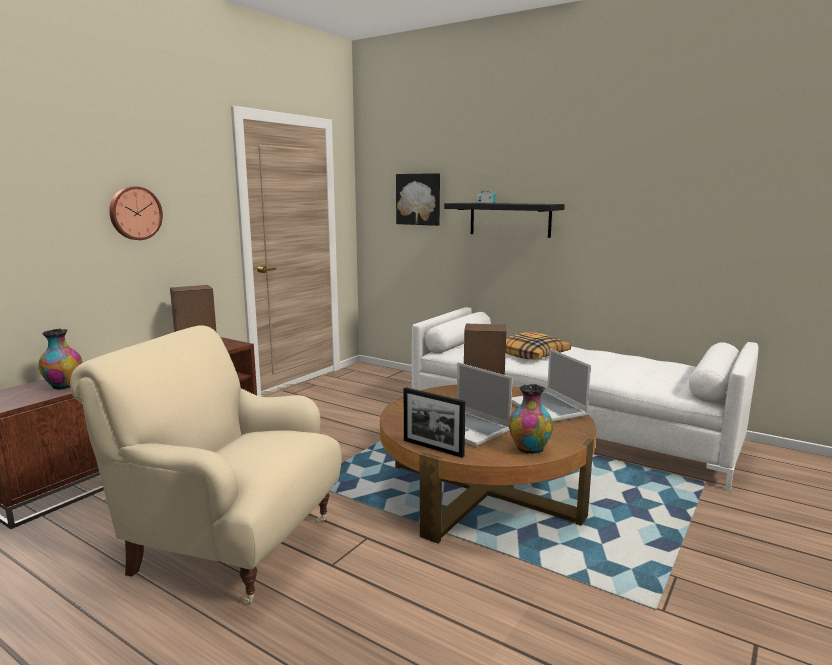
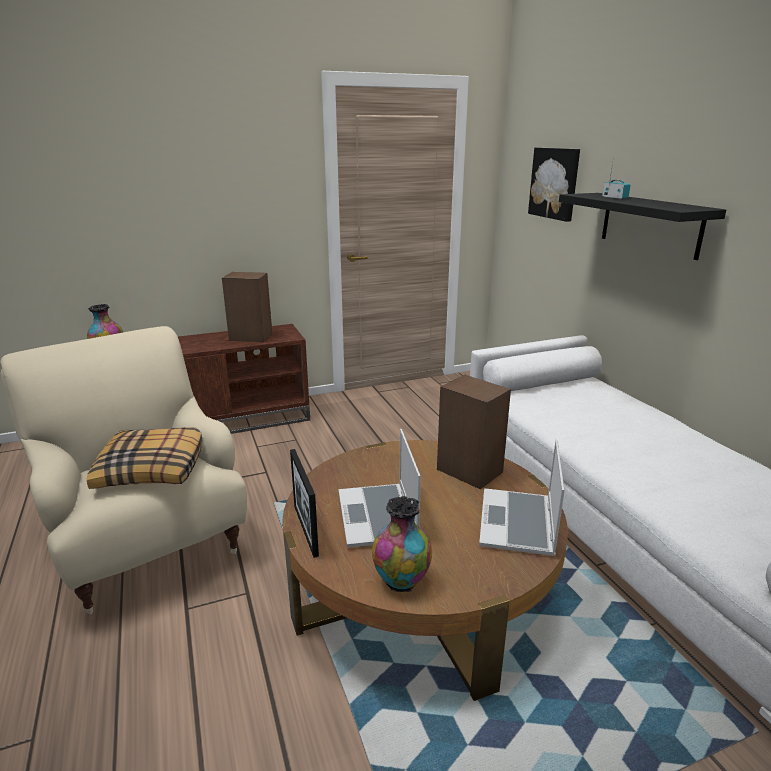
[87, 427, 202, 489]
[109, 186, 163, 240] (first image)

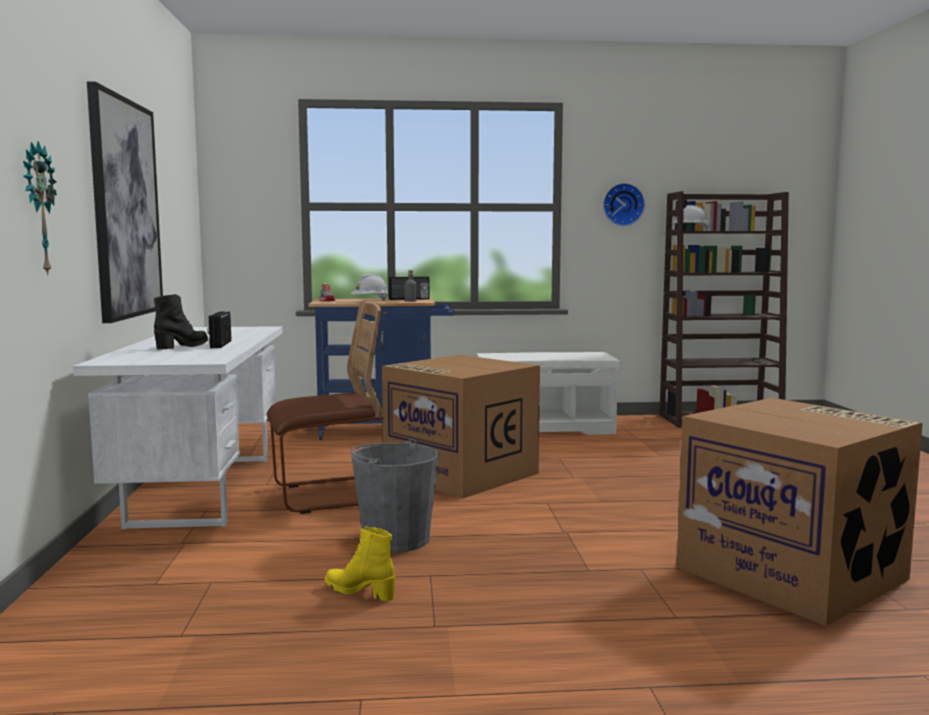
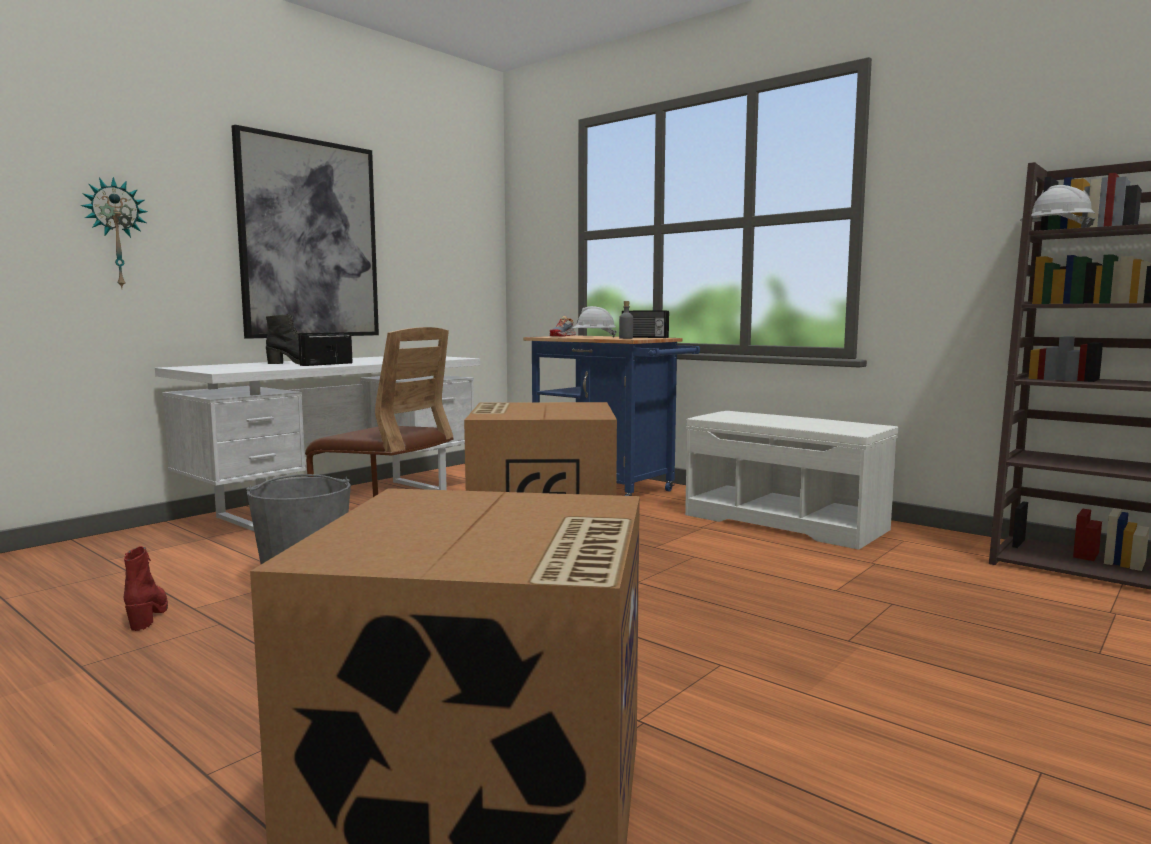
[124, 546, 168, 631]
[603, 183, 645, 226] (first image)

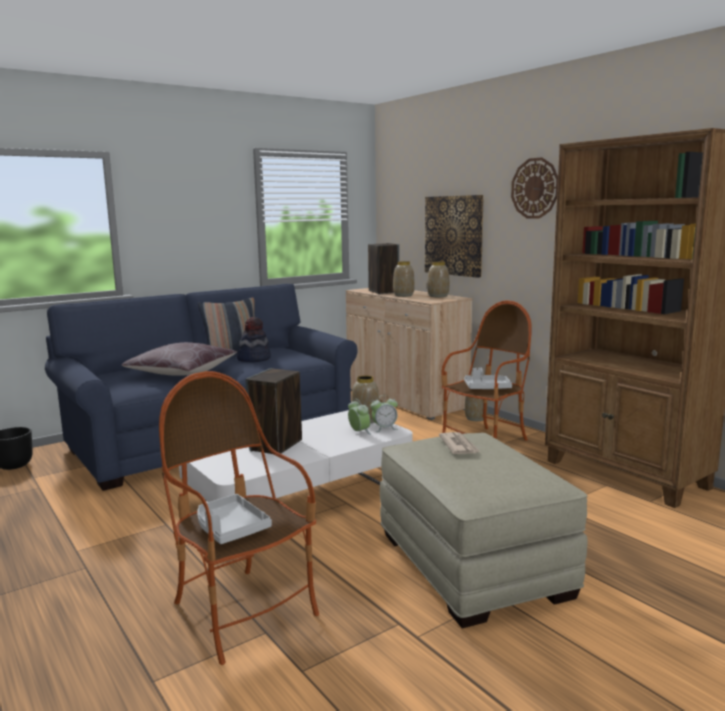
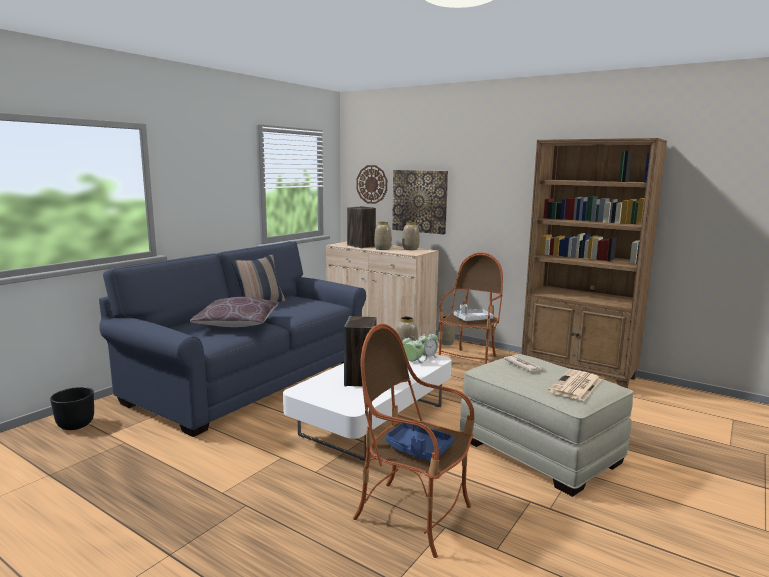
[356, 165, 387, 204]
[386, 423, 454, 461]
[548, 369, 601, 401]
[237, 317, 271, 362] (first image)

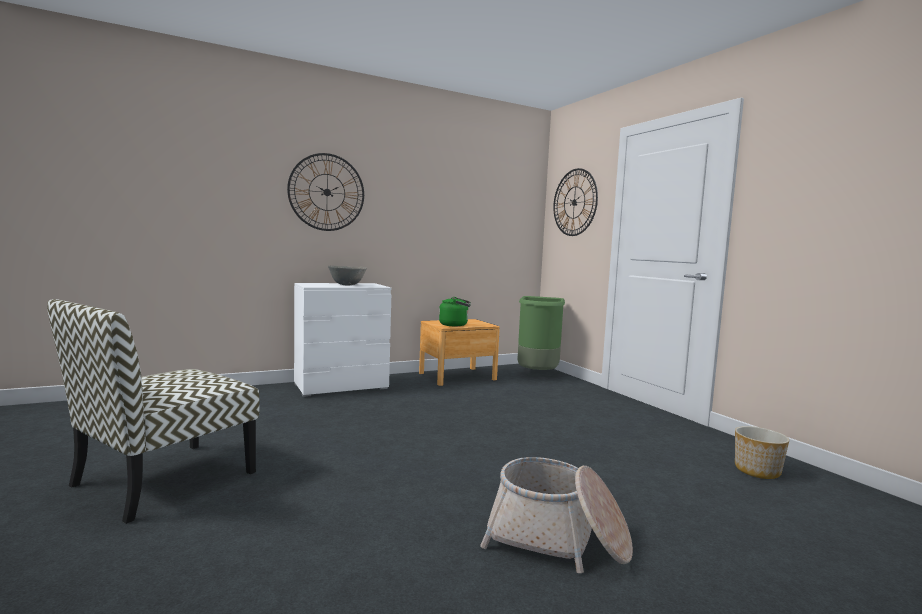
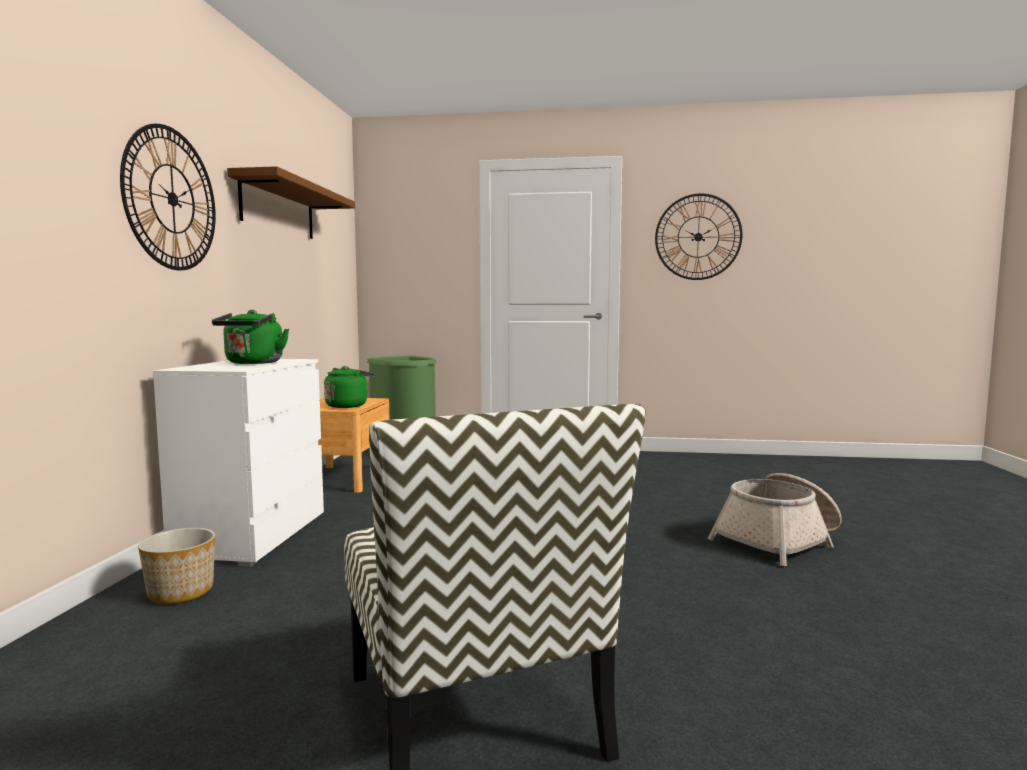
[138, 528, 215, 604]
[212, 310, 289, 364]
[227, 166, 355, 239]
[655, 193, 743, 280]

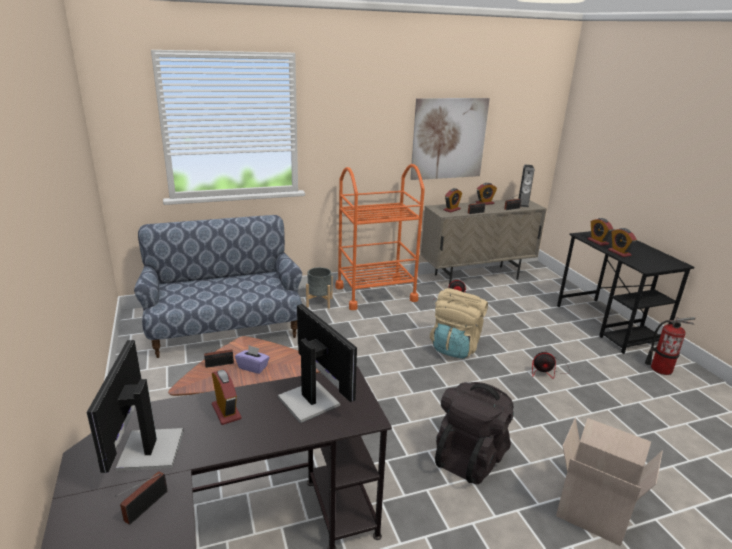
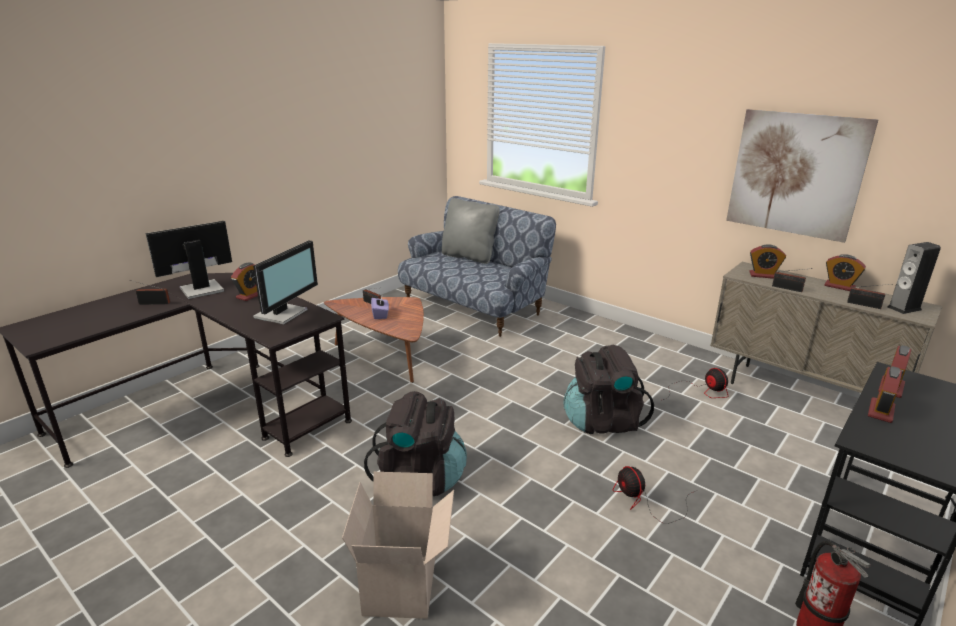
[442, 198, 499, 264]
[564, 345, 654, 434]
[306, 267, 333, 309] (first image)
[336, 164, 425, 310] (first image)

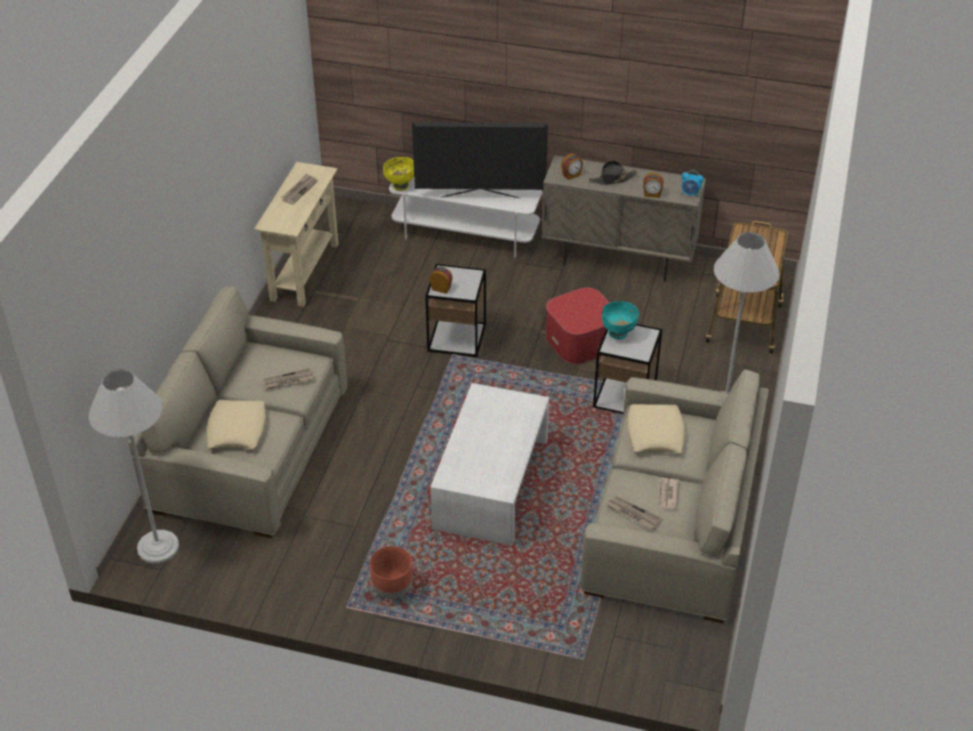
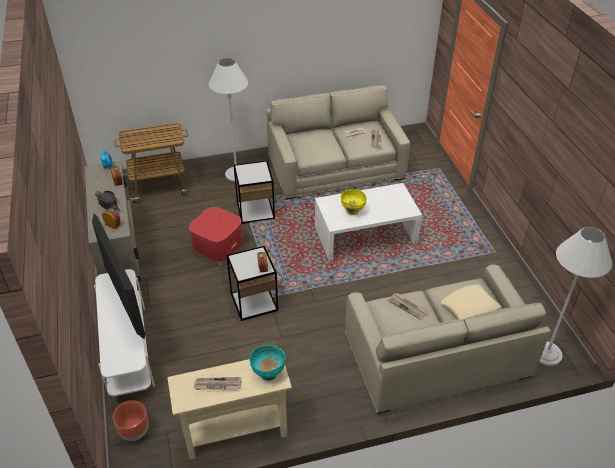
[112, 400, 149, 441]
[249, 345, 285, 381]
[341, 189, 367, 215]
[627, 404, 685, 453] (first image)

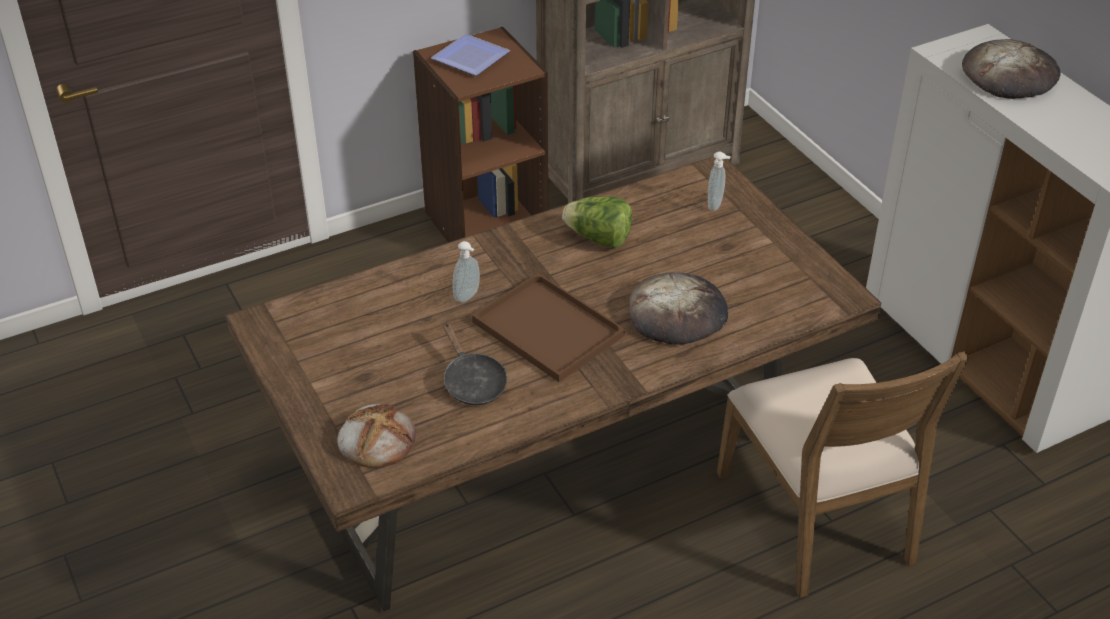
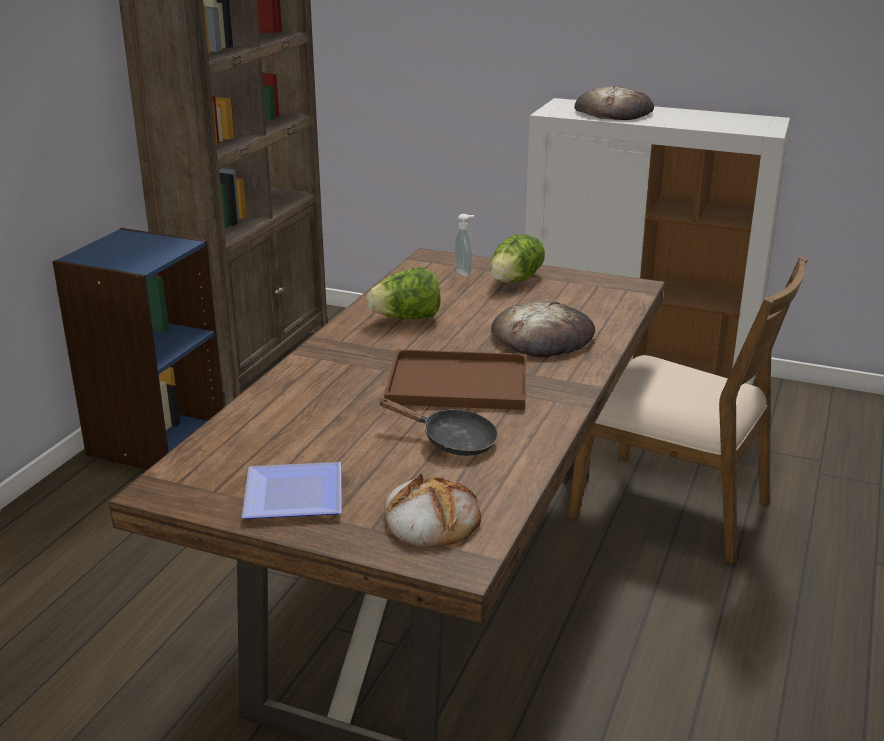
[52, 228, 224, 470]
[242, 462, 342, 519]
[491, 234, 545, 283]
[453, 241, 480, 303] (first image)

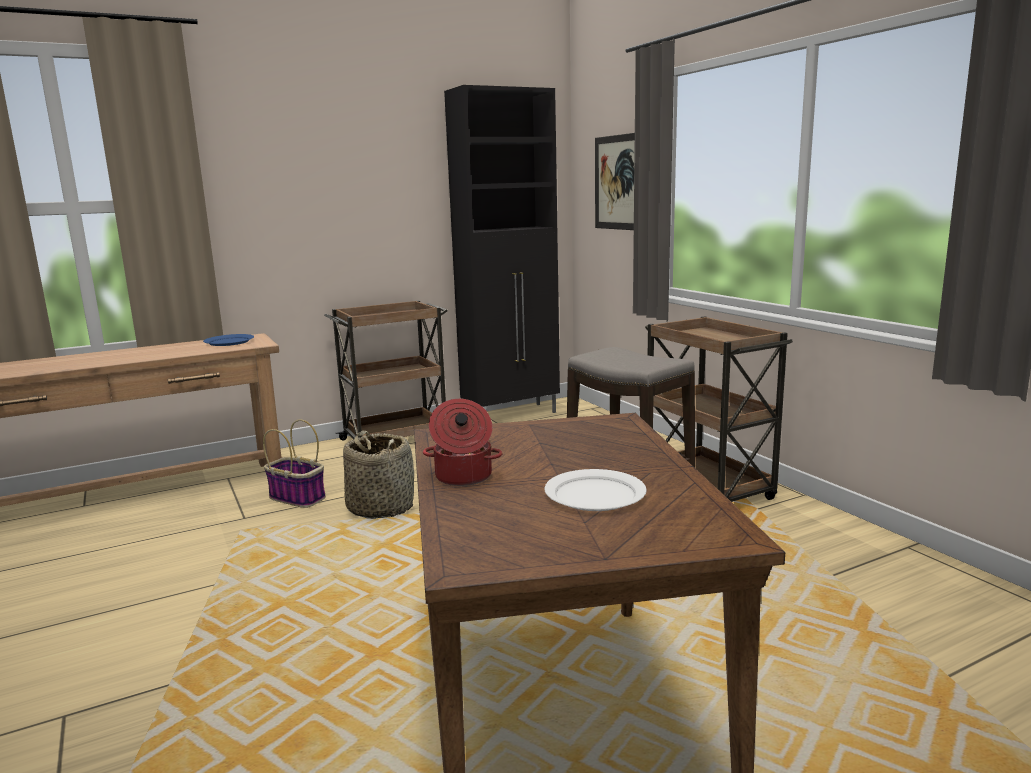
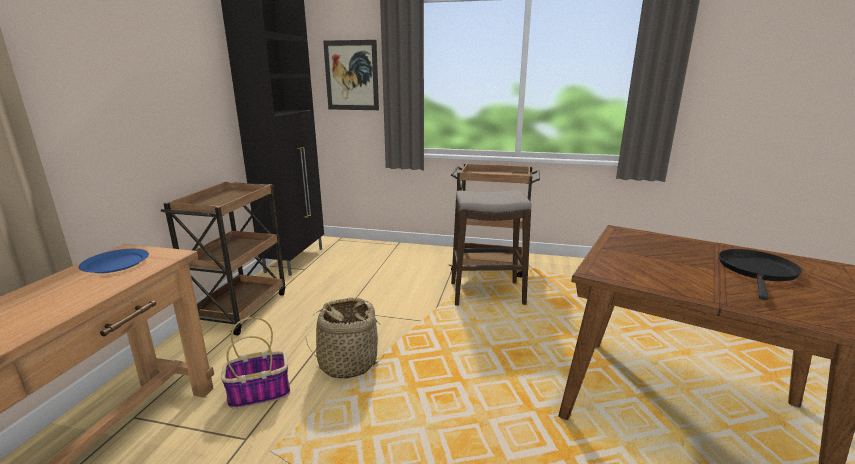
[719, 249, 802, 300]
[423, 399, 502, 486] (first image)

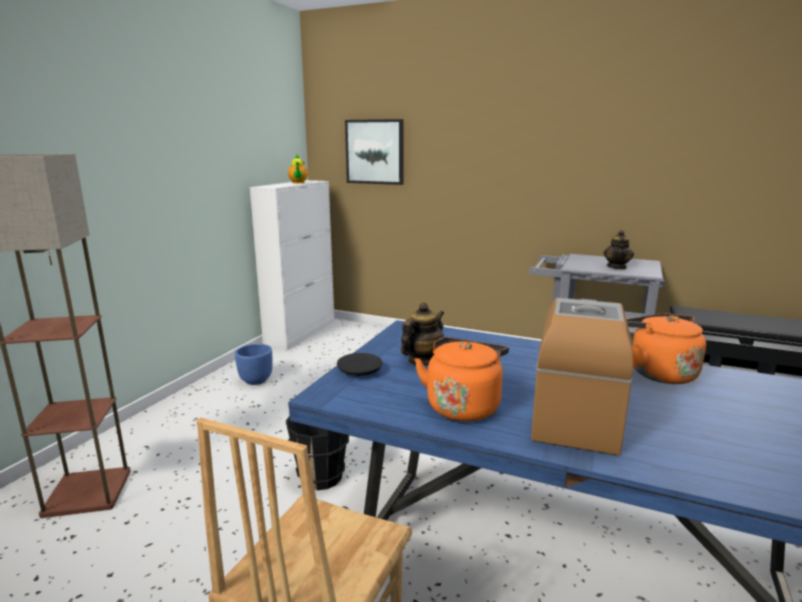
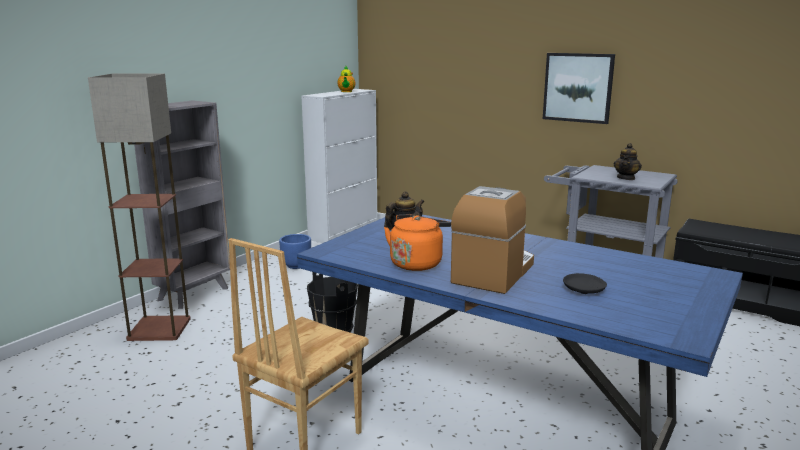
[134, 100, 230, 309]
[543, 53, 615, 124]
[563, 273, 607, 294]
[627, 313, 706, 384] (first image)

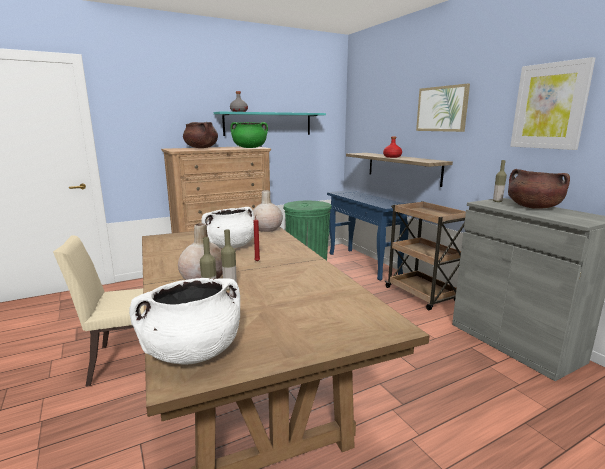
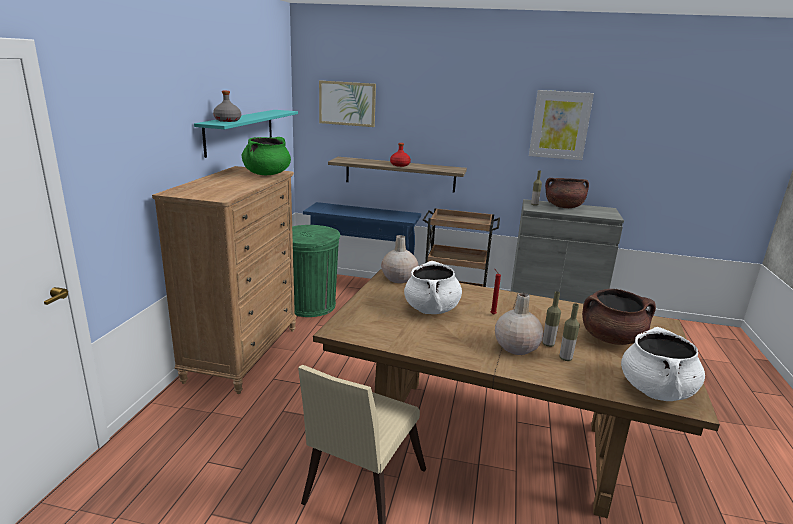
[319, 81, 376, 127]
[582, 289, 656, 345]

